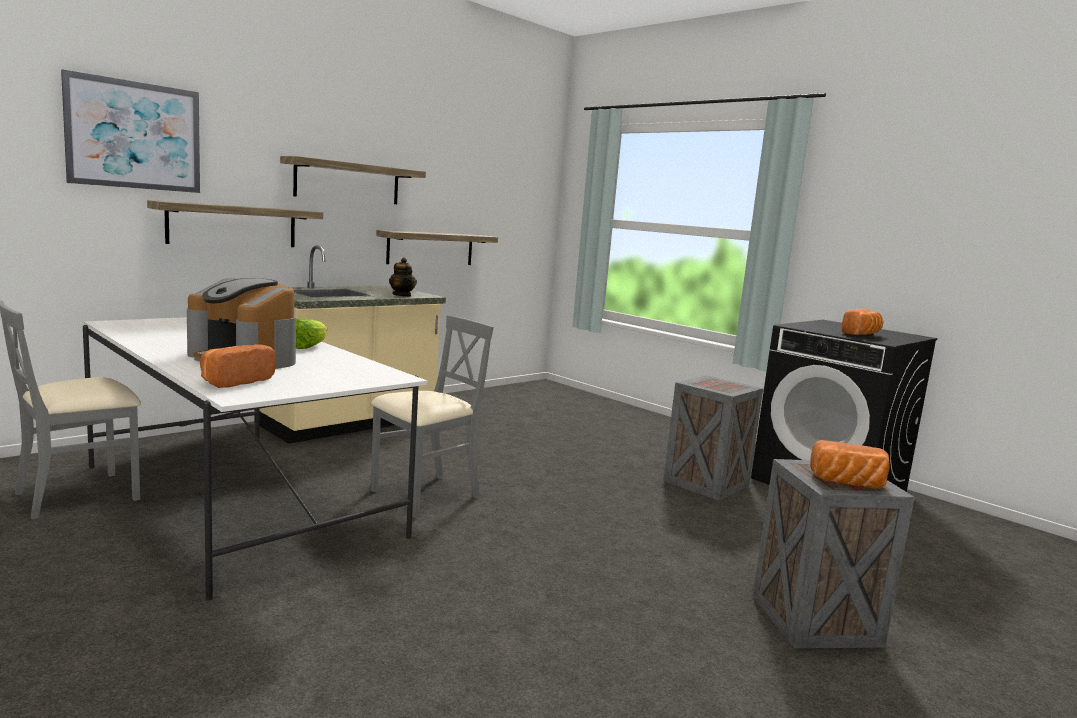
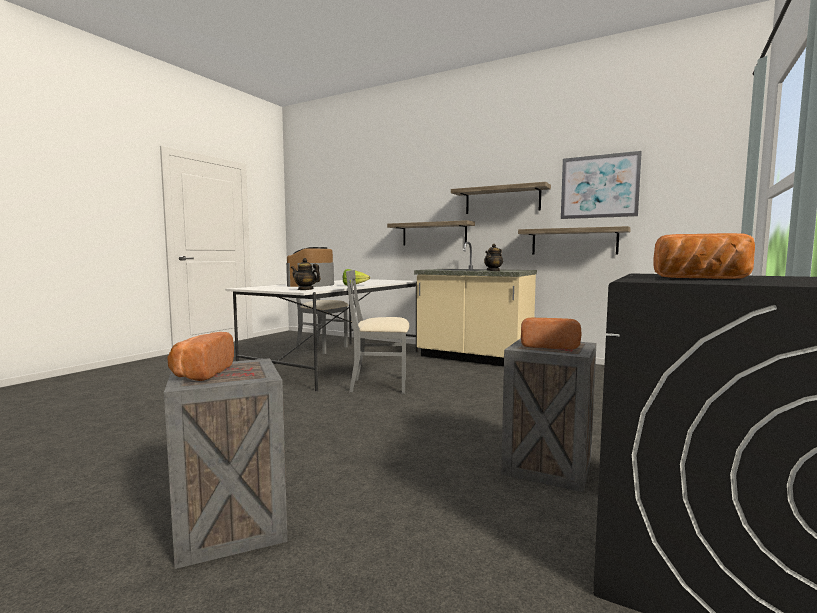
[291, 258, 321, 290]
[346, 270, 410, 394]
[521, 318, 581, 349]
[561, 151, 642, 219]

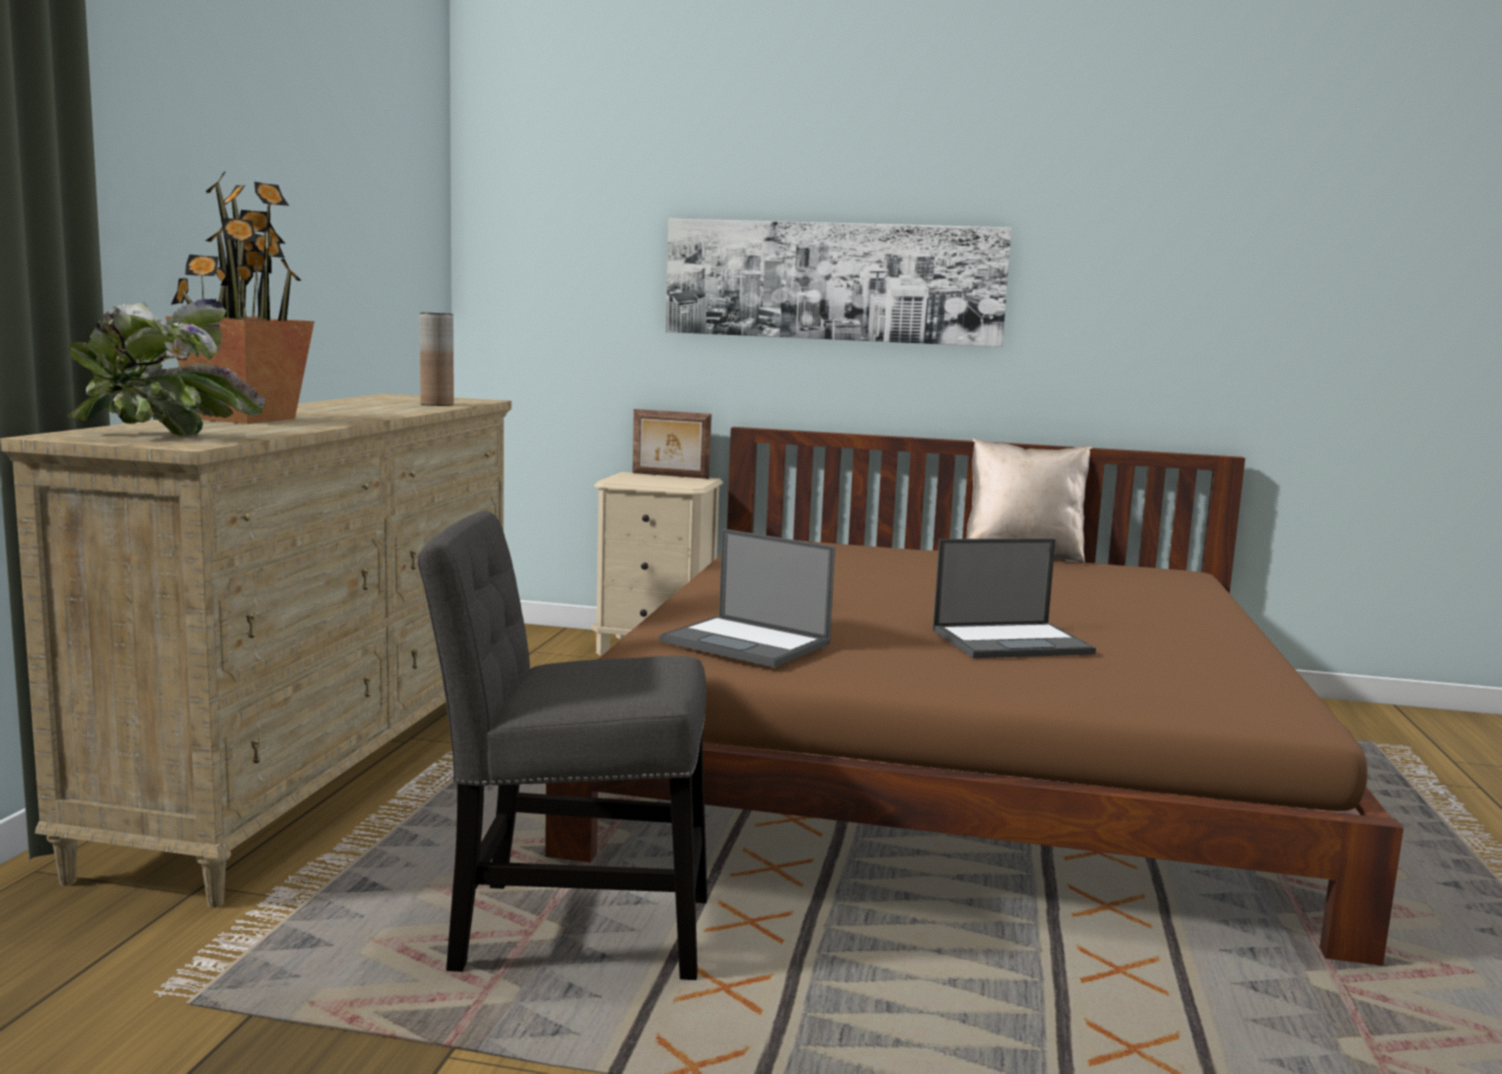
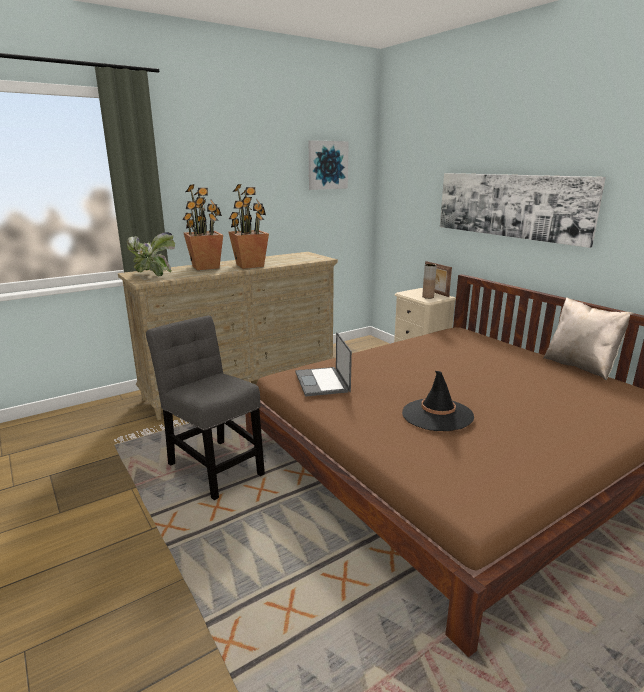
[228, 184, 269, 269]
[309, 140, 349, 190]
[402, 371, 474, 431]
[422, 264, 437, 299]

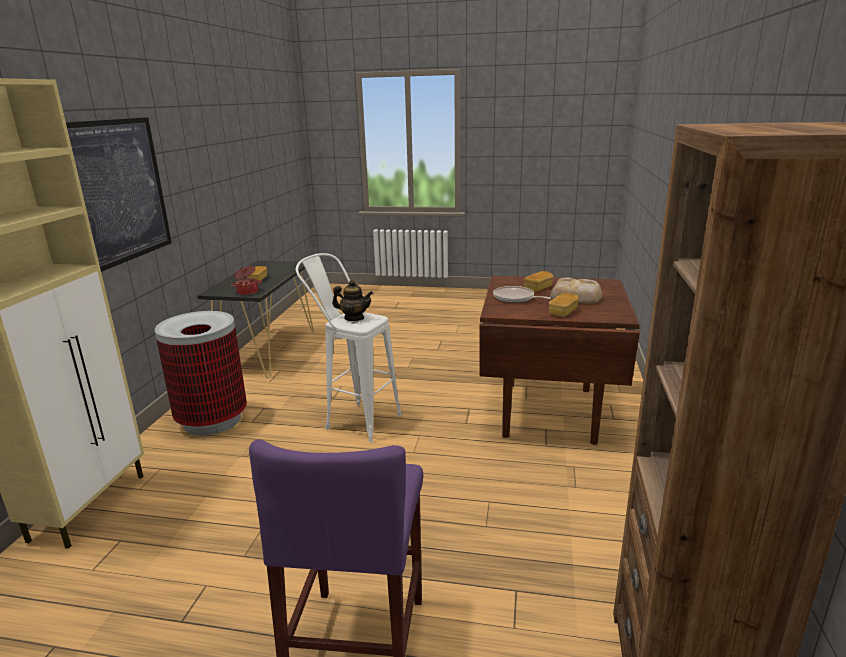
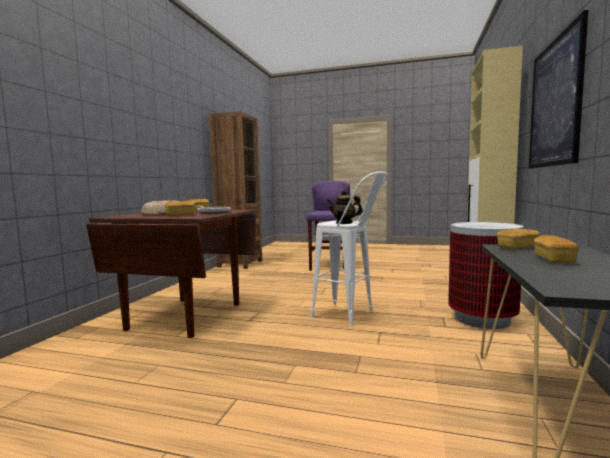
[497, 229, 540, 249]

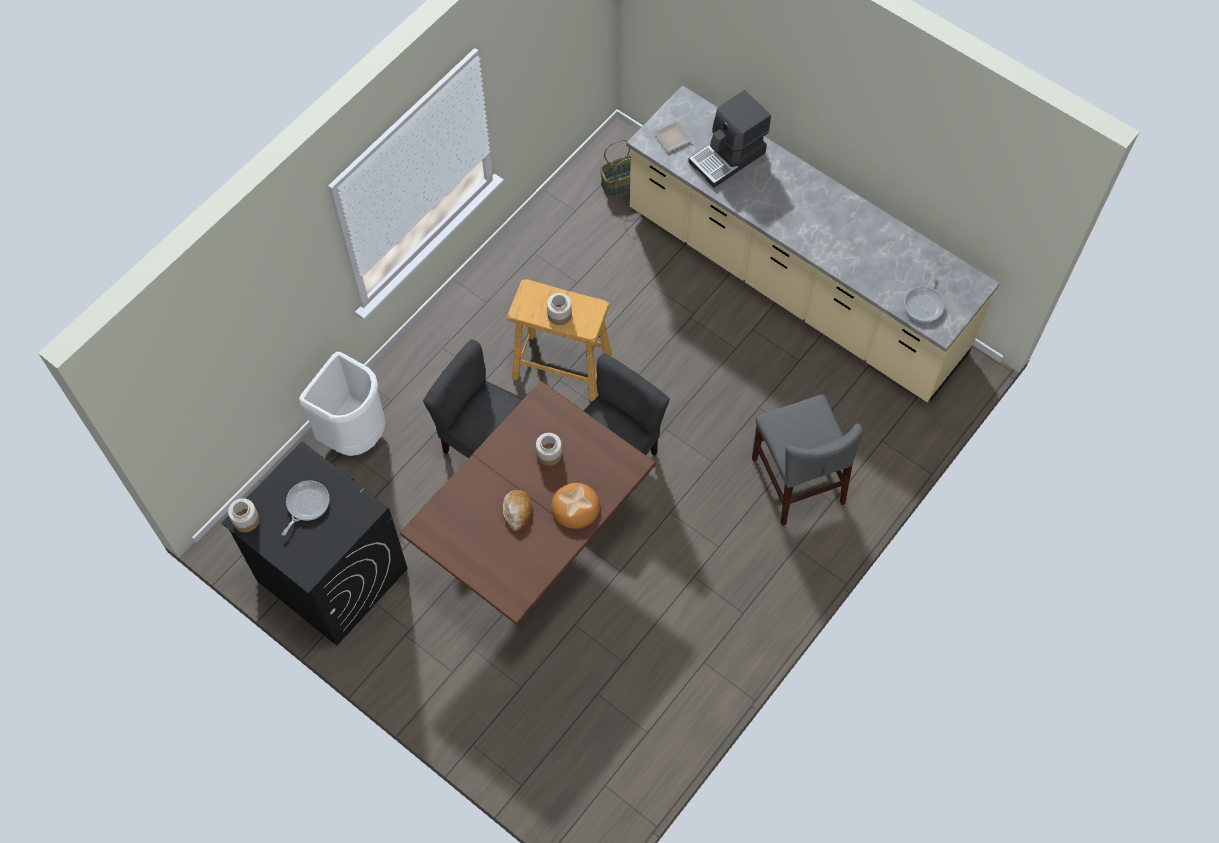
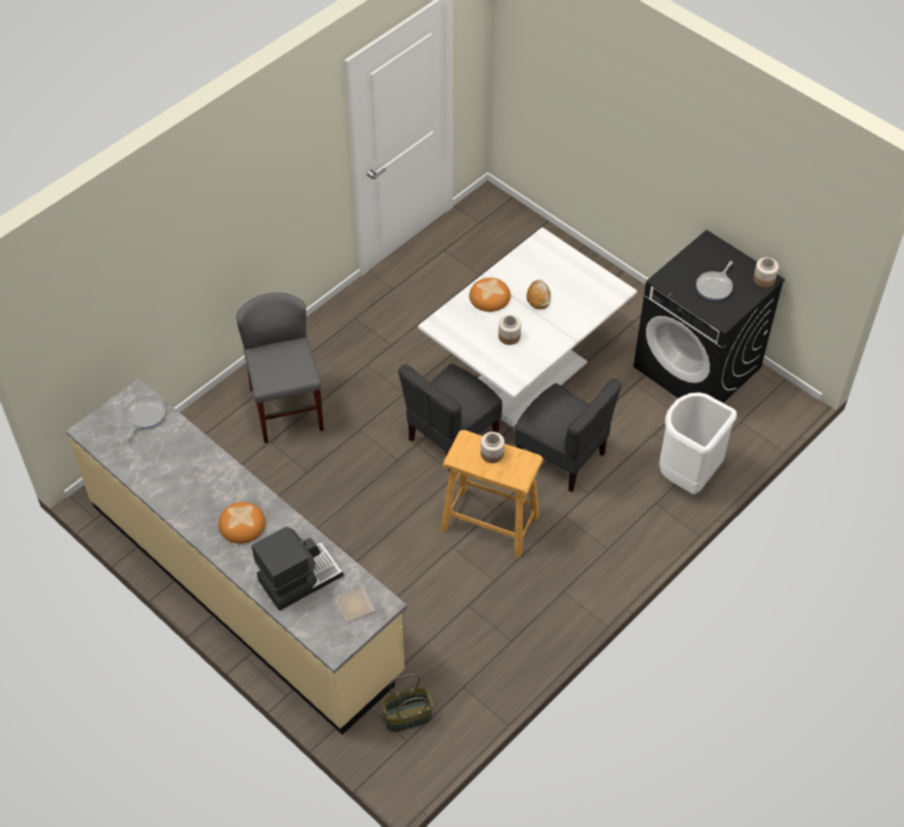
[218, 502, 266, 543]
[418, 227, 637, 428]

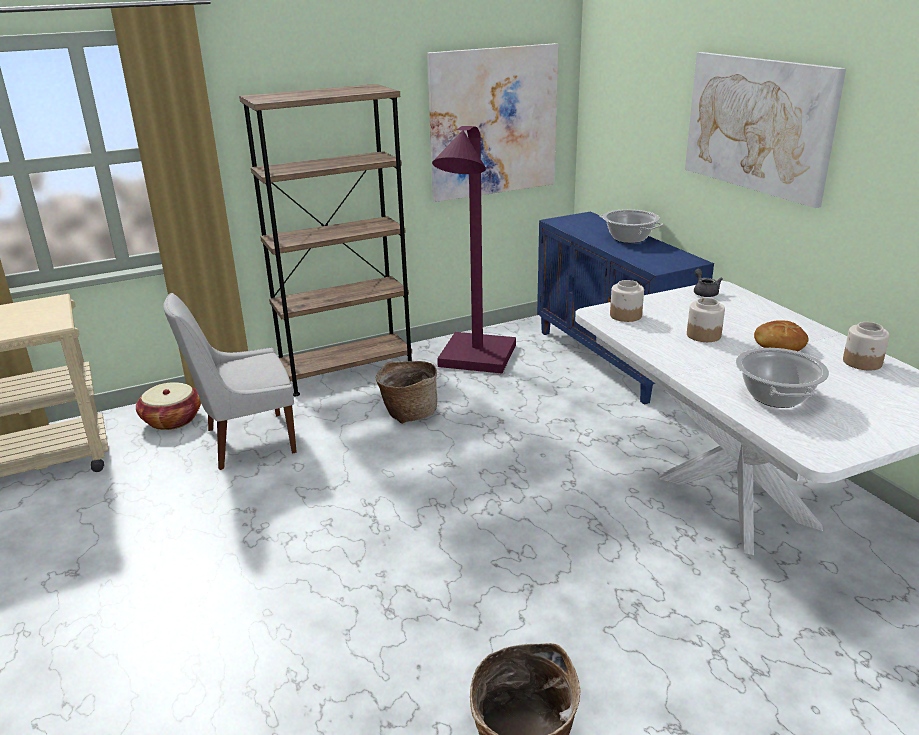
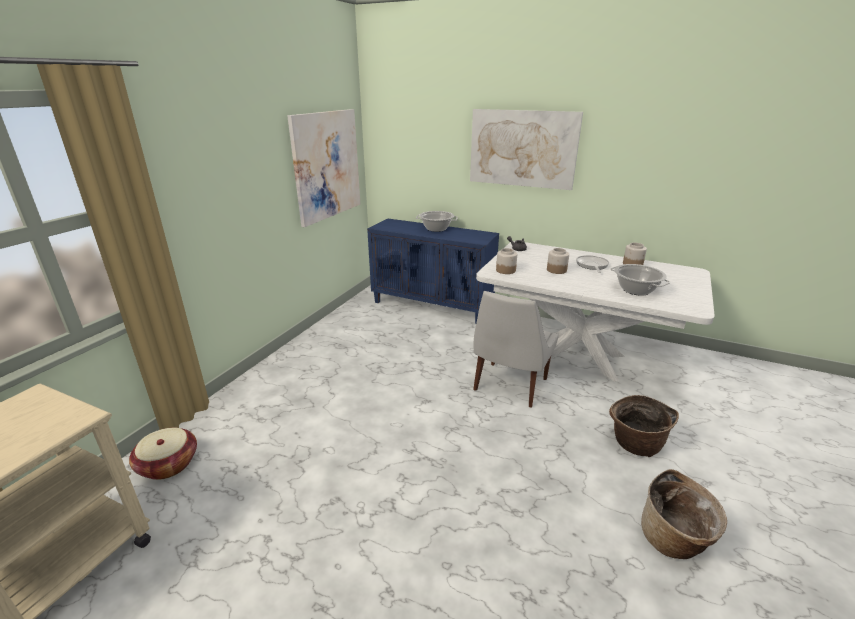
[473, 291, 559, 407]
[576, 255, 609, 273]
[609, 395, 679, 457]
[239, 84, 412, 396] (first image)
[432, 126, 516, 373] (first image)

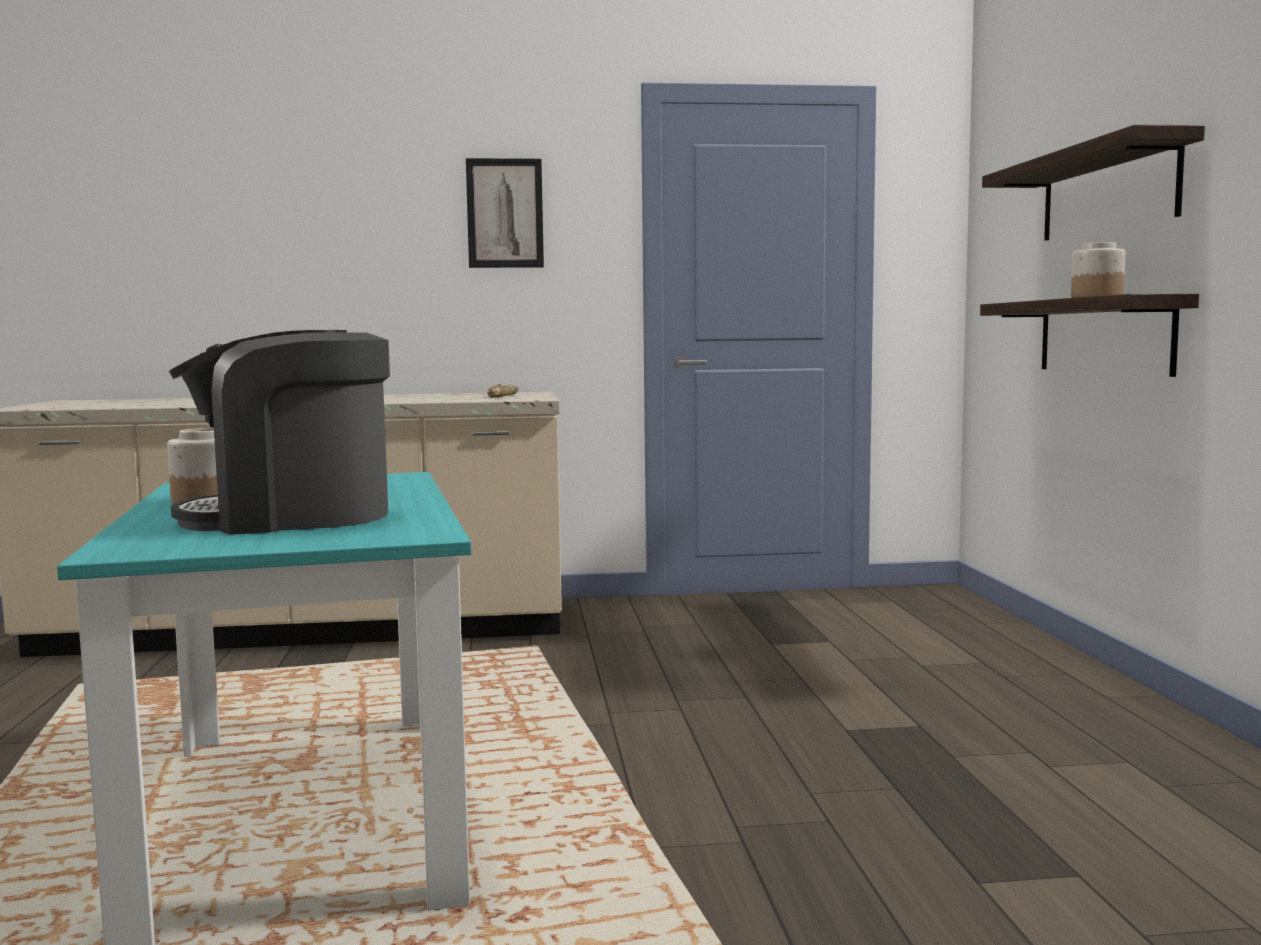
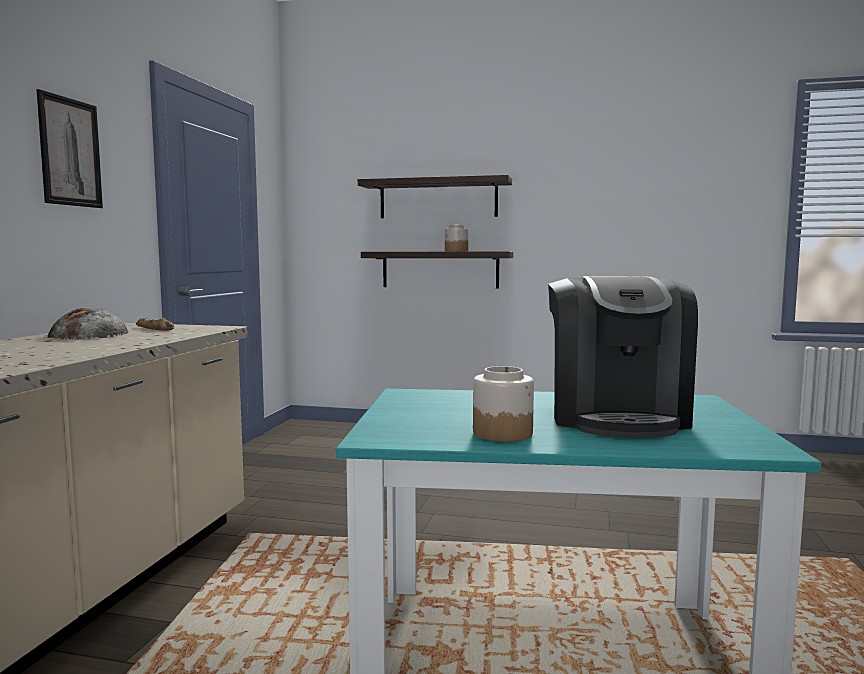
[47, 308, 129, 340]

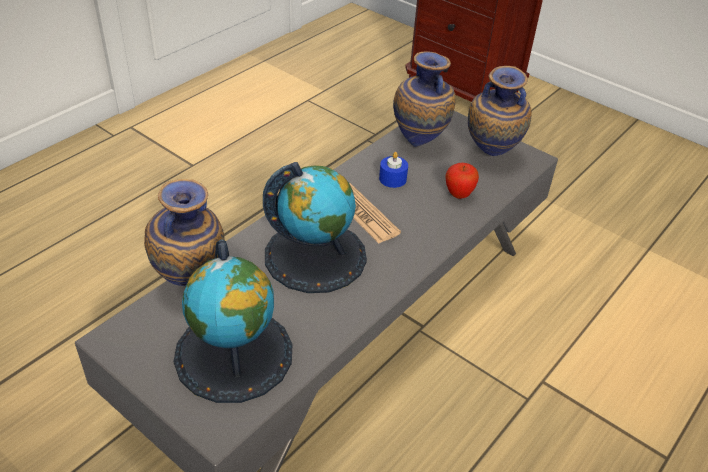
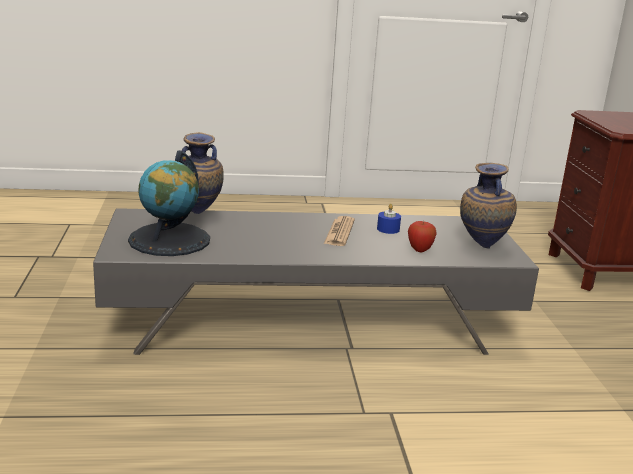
[263, 162, 367, 293] (first image)
[393, 52, 456, 147] (first image)

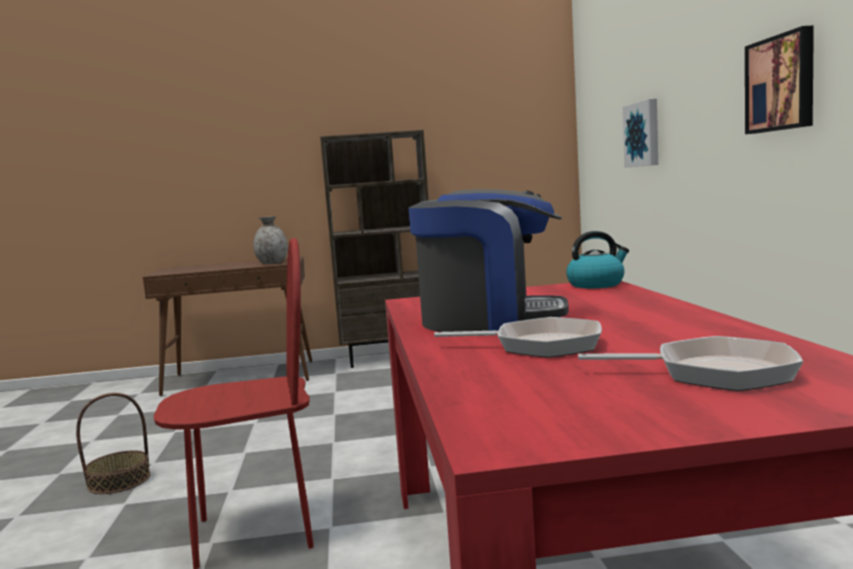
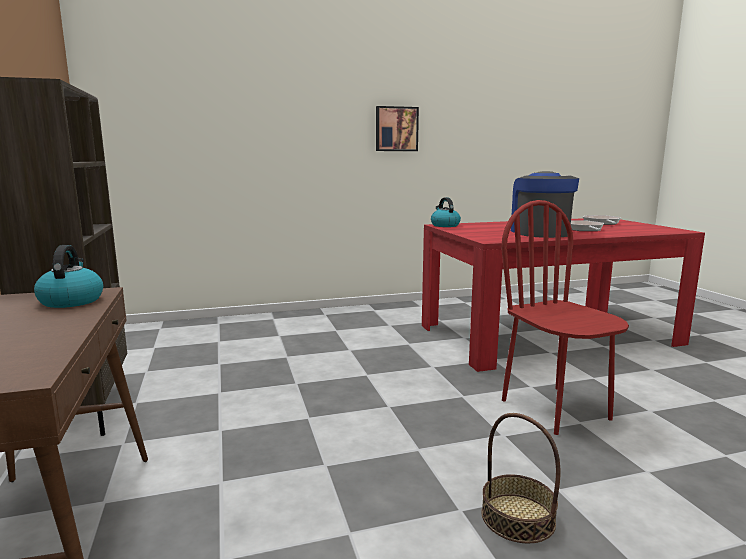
[34, 245, 103, 308]
[623, 99, 658, 168] (first image)

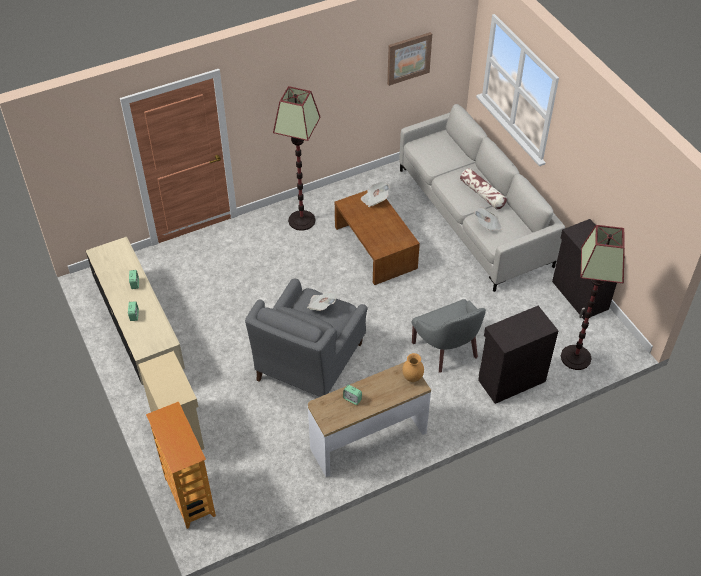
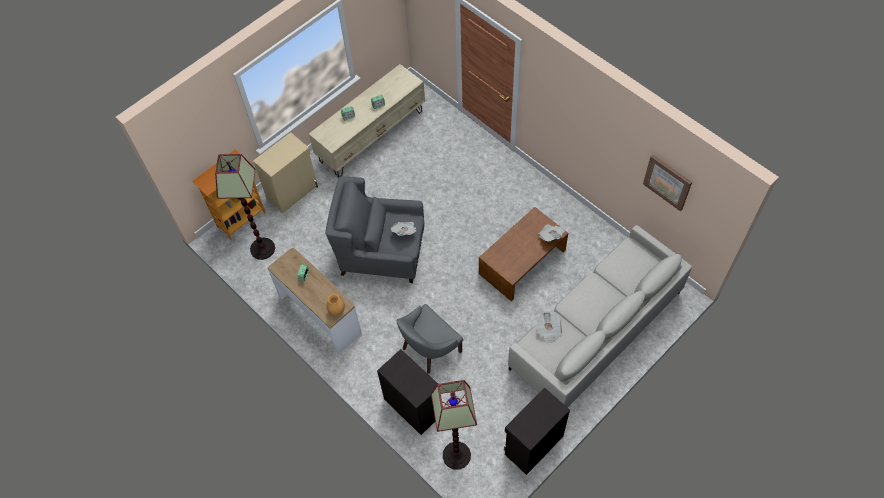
[215, 154, 275, 260]
[460, 168, 507, 210] (first image)

